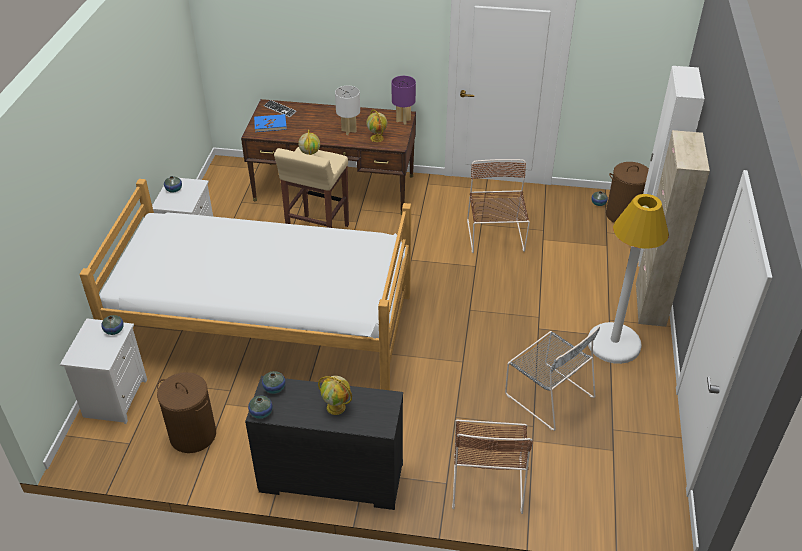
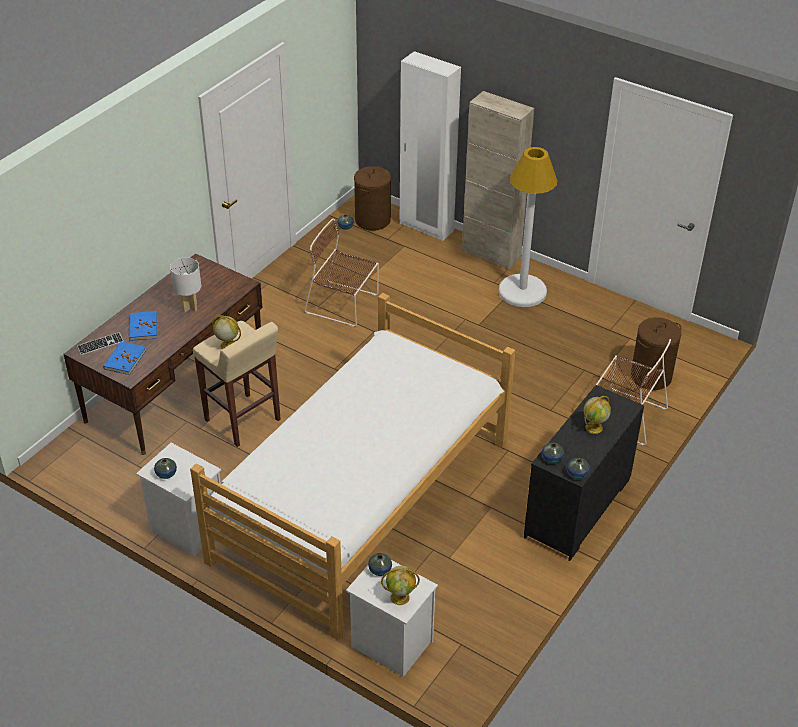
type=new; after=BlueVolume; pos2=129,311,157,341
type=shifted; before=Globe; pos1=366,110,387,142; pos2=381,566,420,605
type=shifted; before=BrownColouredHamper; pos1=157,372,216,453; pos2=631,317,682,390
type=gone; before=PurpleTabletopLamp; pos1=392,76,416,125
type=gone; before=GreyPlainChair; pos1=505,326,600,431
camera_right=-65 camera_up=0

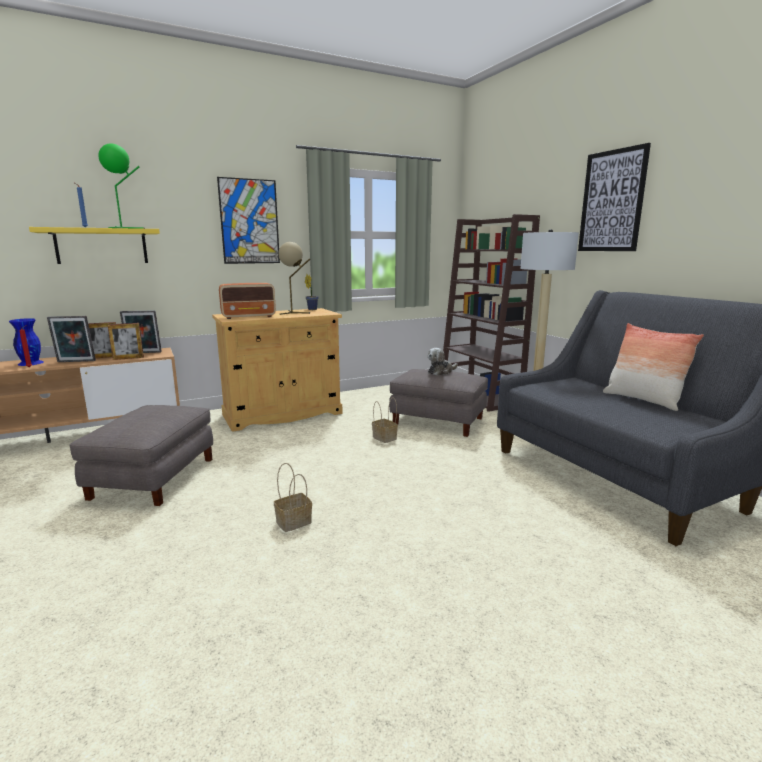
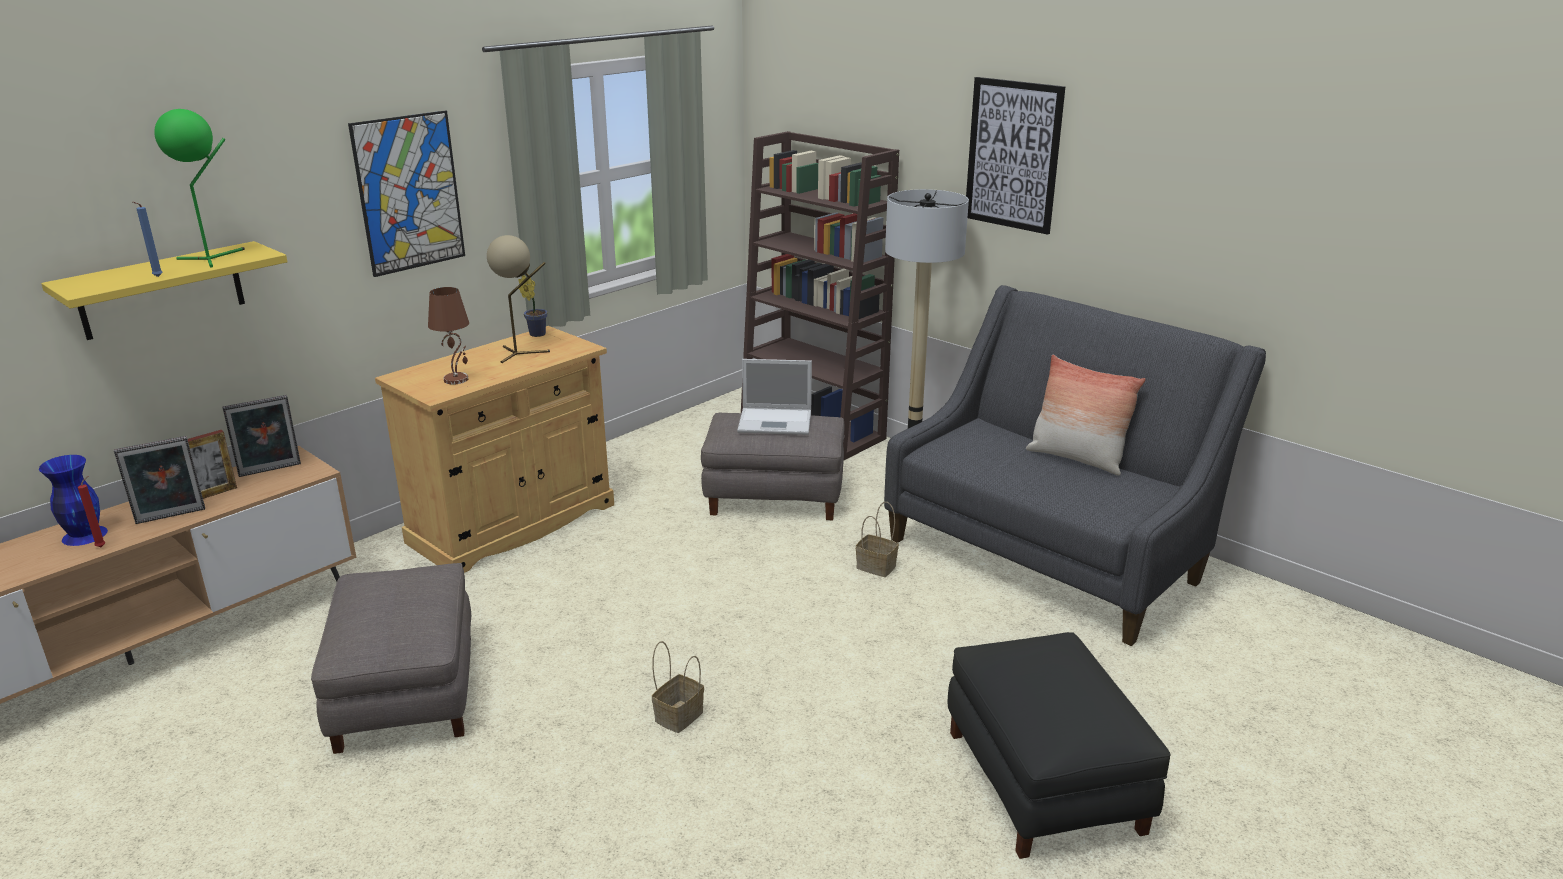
type=swapped; before=RadioSet; after=BrownColouredTabletopLamp; pos1=219,283,276,319; pos2=428,287,469,385
type=swapped; before=CuddlyToy; after=Laptop; pos1=428,348,458,375; pos2=737,359,812,435
type=shifted; before=StorageBasket; pos1=372,397,398,443; pos2=856,502,899,577
type=new; after=BlackFootrest; pos2=948,632,1171,859
type=gone; before=PhotoFrame; pos1=108,323,144,360
camera_right=-20 camera_up=10

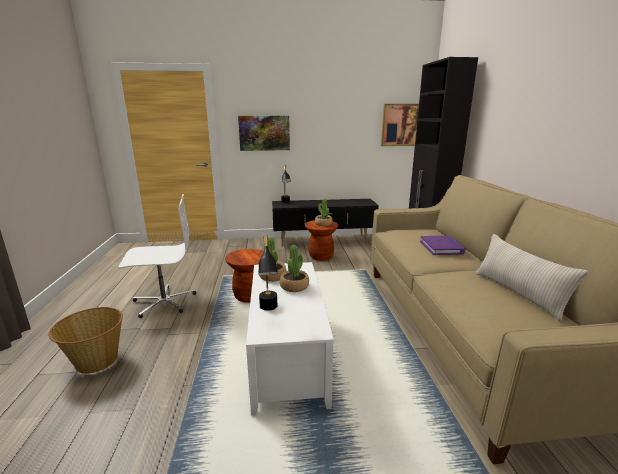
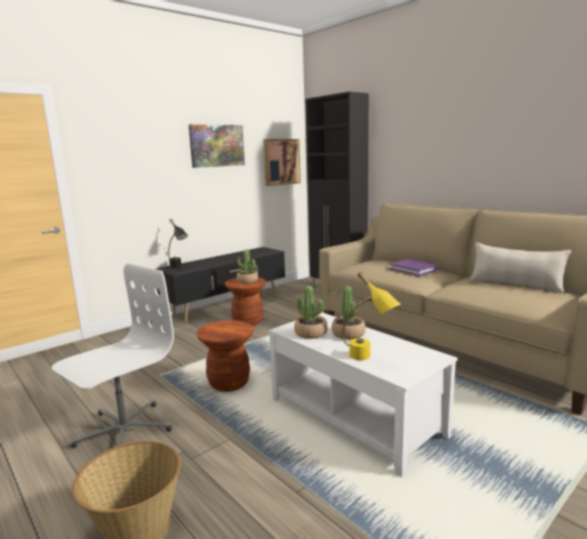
type=shifted; before=WallArt; pos1=238,116,290,151; pos2=189,124,245,168
type=repainted; before=BlackTabletopLamp; after=YellowishTabletopLamp; pos1=258,235,278,311; pos2=342,272,401,360
camera_right=-35 camera_up=-5

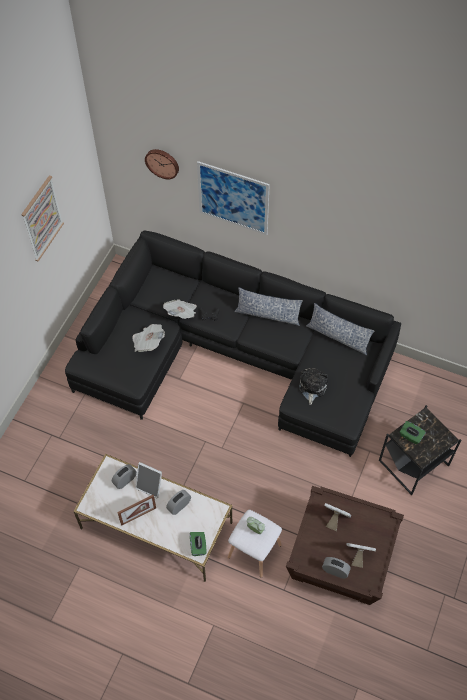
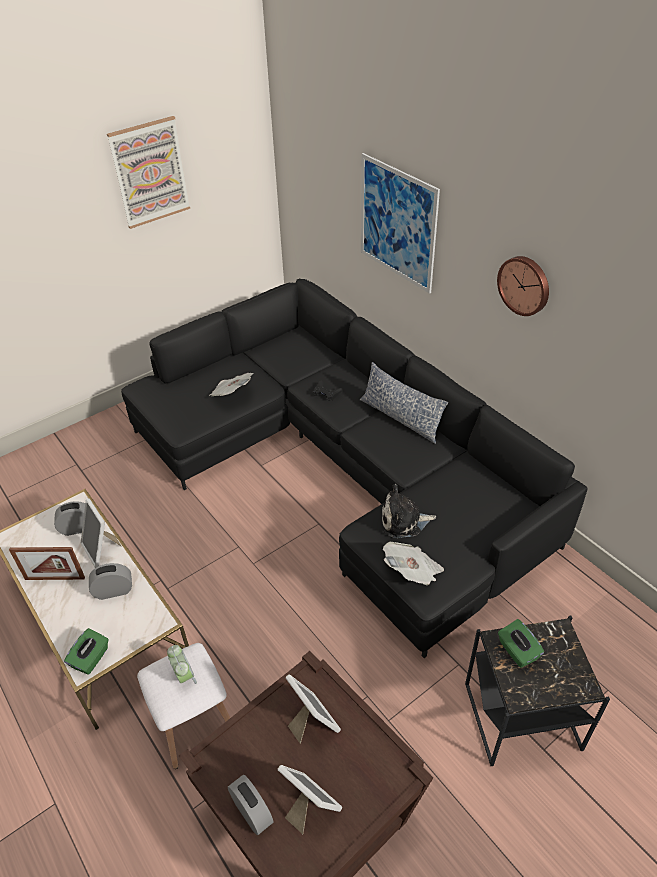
type=rotated; before=CuddlyToy; pos1=299,368,328,405; pos2=382,484,436,538; turn=-135
type=shifted; before=DailyPaper; pos1=163,299,197,319; pos2=383,542,444,585
type=shifted; before=ClockOnTheWall; pos1=145,149,179,179; pos2=497,256,549,316
type=gone; before=ThrowPillow; pos1=306,303,374,355
camera_right=30 camera_up=-15

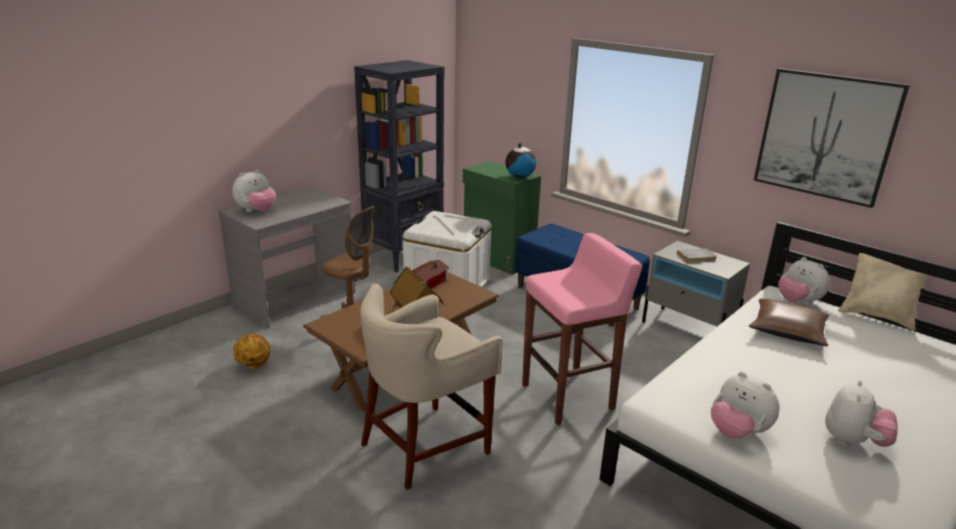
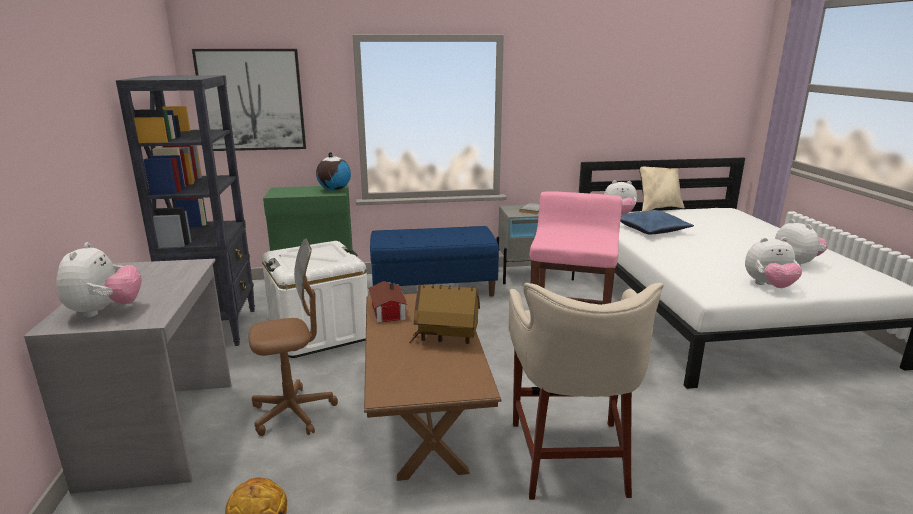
type=shifted; before=WallArt; pos1=754,68,910,208; pos2=192,49,306,151
type=repainted; before=BrownColouredThrowPillow; after=BlueThrowPillow; pos1=749,299,829,346; pos2=620,210,694,234
camera_right=-50 camera_up=-5

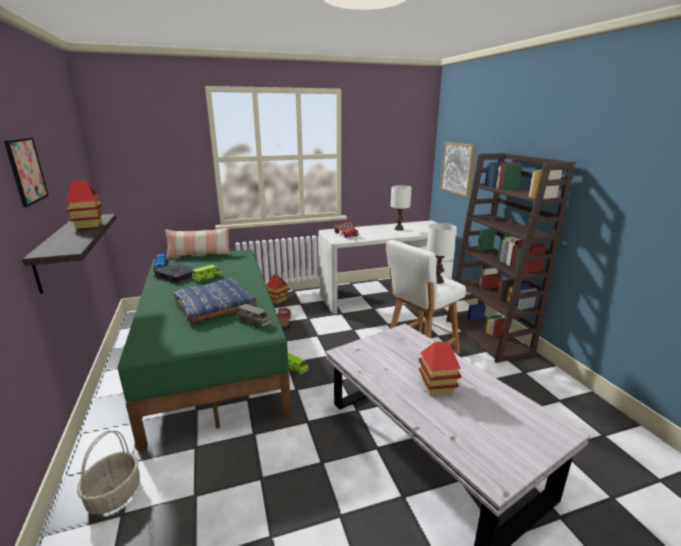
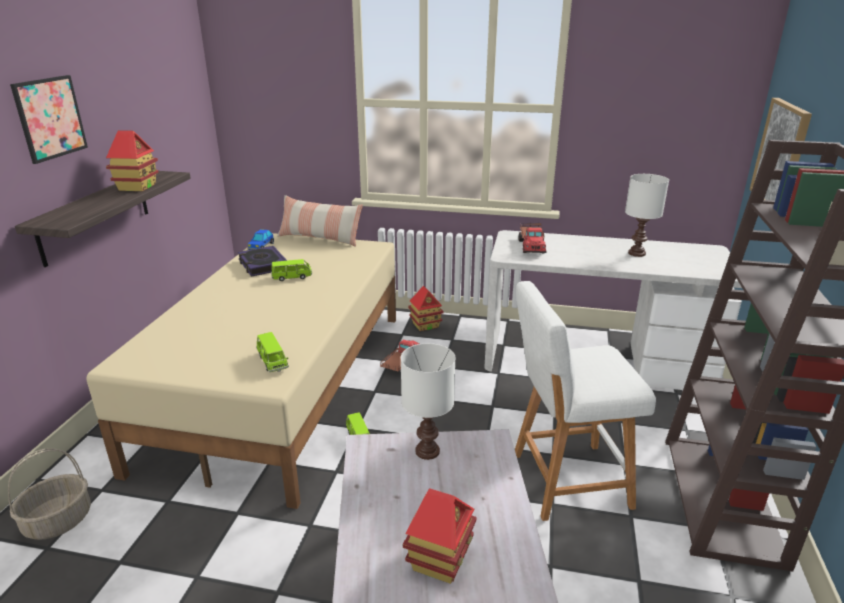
type=repainted; before=GreenBedroomBed; after=SandColouredBedroomBed; pos1=118,250,291,451; pos2=86,233,396,509
type=repainted; before=GreyToyCar; after=GreenToyCar; pos1=237,304,272,328; pos2=256,332,289,372
type=shifted; before=WhiteColouredTabletopLamp; pos1=427,223,457,284; pos2=401,343,456,460
type=gone; before=BlueThrowPillow; pos1=173,278,257,322
camera_right=30 camera_up=5

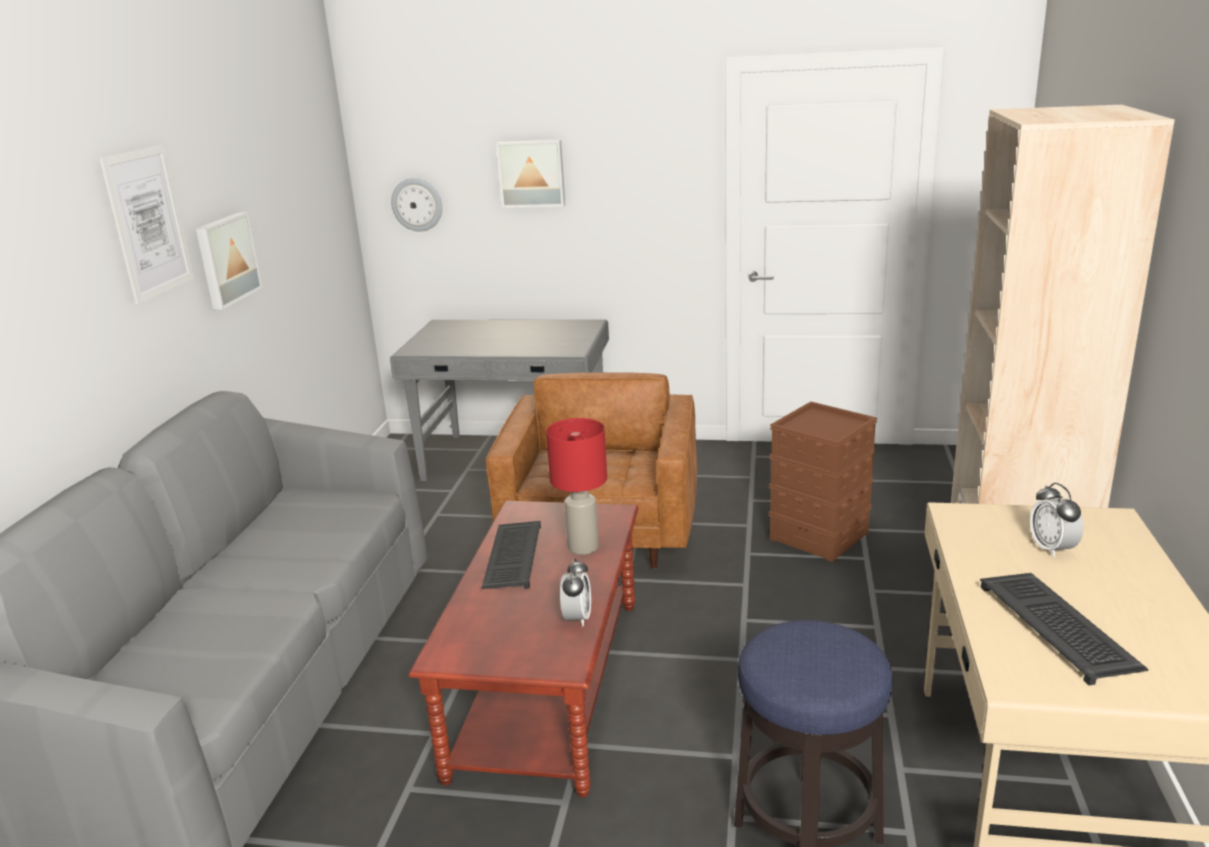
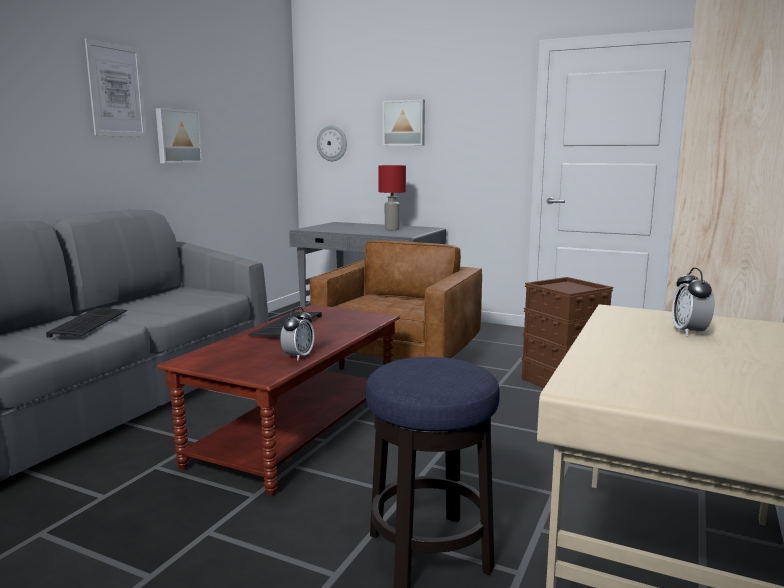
type=shifted; before=ComputerKeyboard; pos1=980,573,1149,685; pos2=46,308,127,338
type=shifted; before=ReddishTabletopLamp; pos1=546,418,607,555; pos2=378,165,406,230
camera_right=15 camera_up=-10

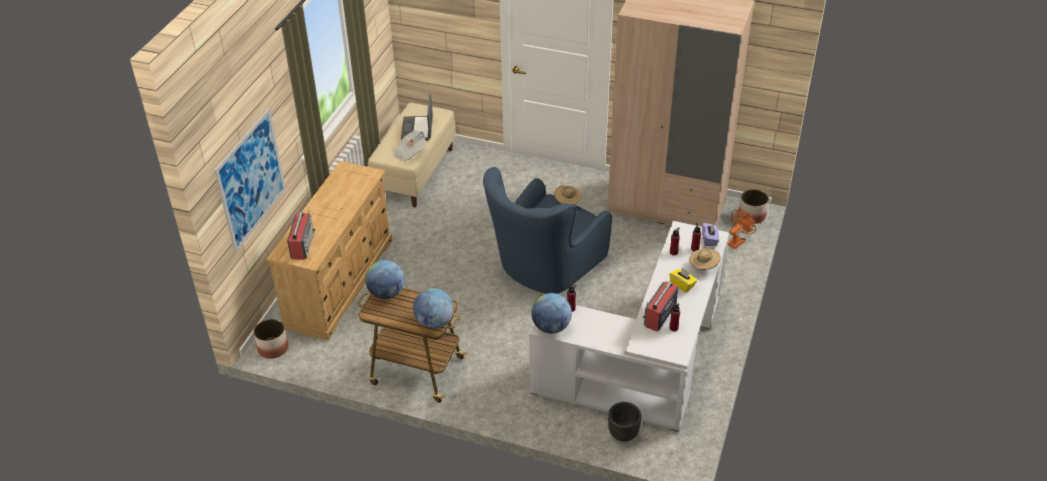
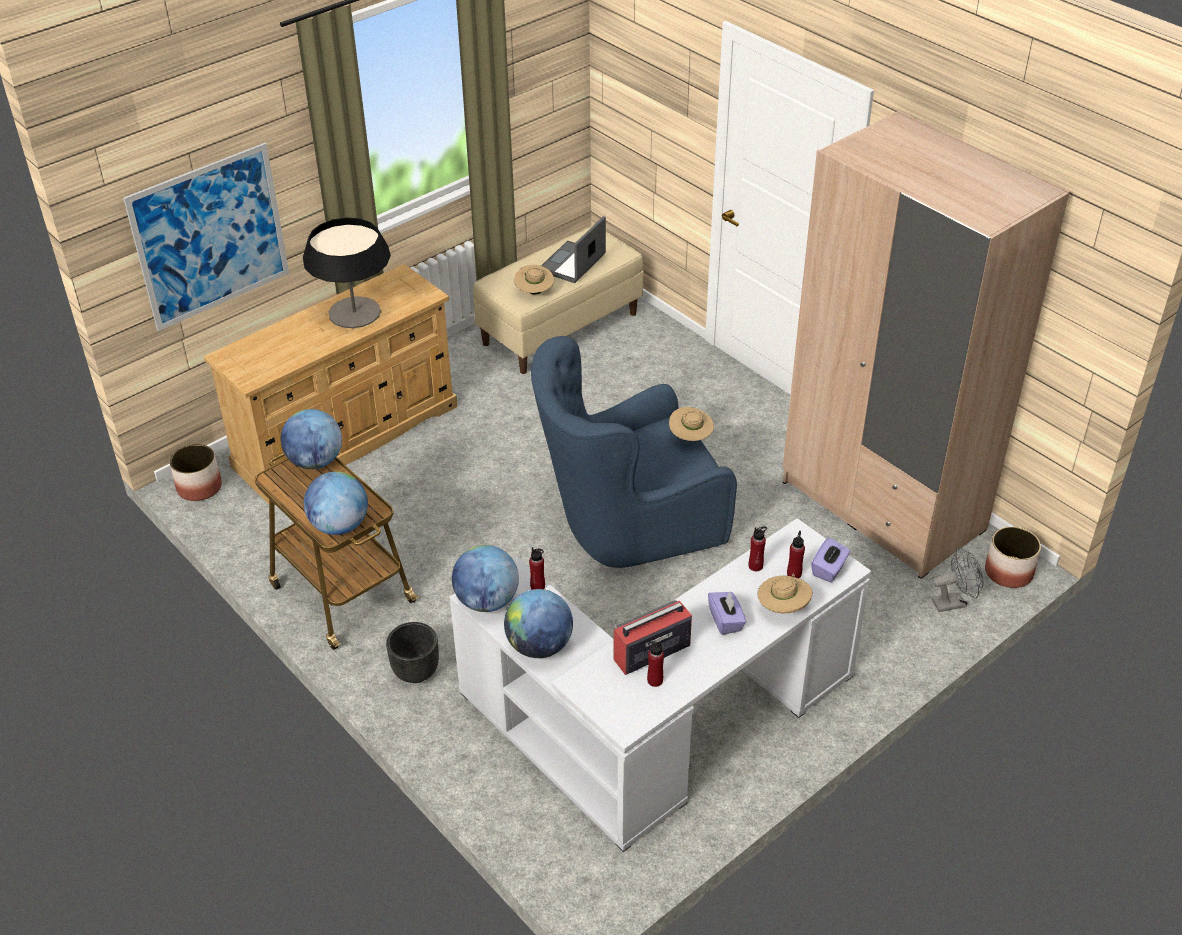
type=new; after=TabletopLamp; pos2=303,217,391,328
type=shifted; before=BlackPlantPot; pos1=608,402,642,442; pos2=386,622,439,683
type=new; after=Globe; pos2=504,589,573,658
type=swapped; before=DailyPaper; after=SandColouredWearableHat; pos1=392,130,426,162; pos2=514,265,554,295
type=repainted; before=YellowishTissueBox; after=PurpleTissueBox; pos1=669,268,697,293; pos2=708,592,746,635
type=repainted; before=OrangeColouredFan; after=GreyFan; pos1=727,209,756,249; pos2=932,547,984,612
type=gone; before=RadioSet; pos1=287,210,315,260
camera_right=30 camera_up=0

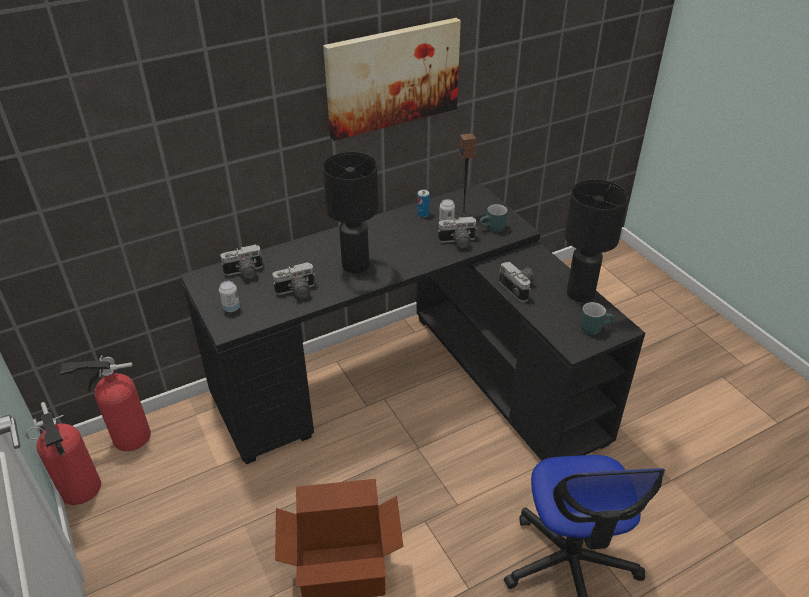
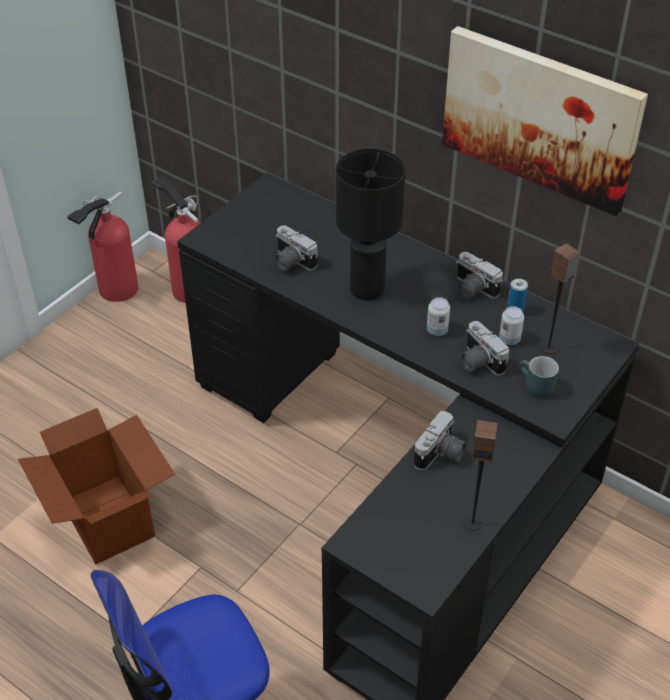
type=shifted; before=Can; pos1=219,281,240,312; pos2=427,297,450,336
type=shifted; before=StillCamera; pos1=220,244,263,279; pos2=456,252,503,299
type=swapped; before=BlackTabletopLamp; after=Loudspeaker; pos1=564,179,628,302; pos2=463,420,498,531
type=gone; before=TurquoiseColouredMug; pos1=580,302,614,335
camera_right=65 camera_up=5

